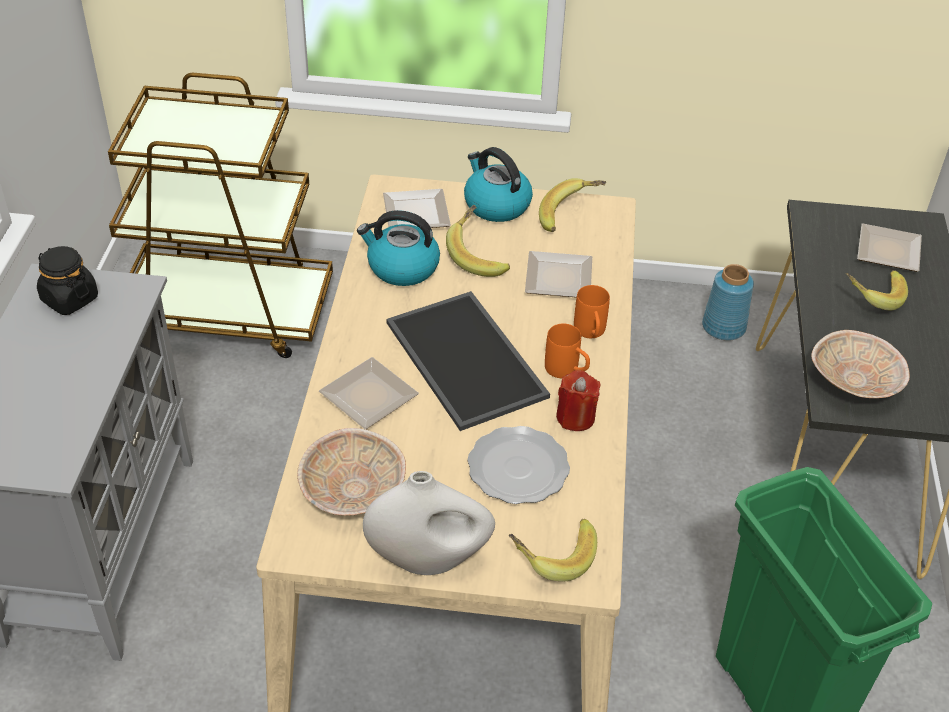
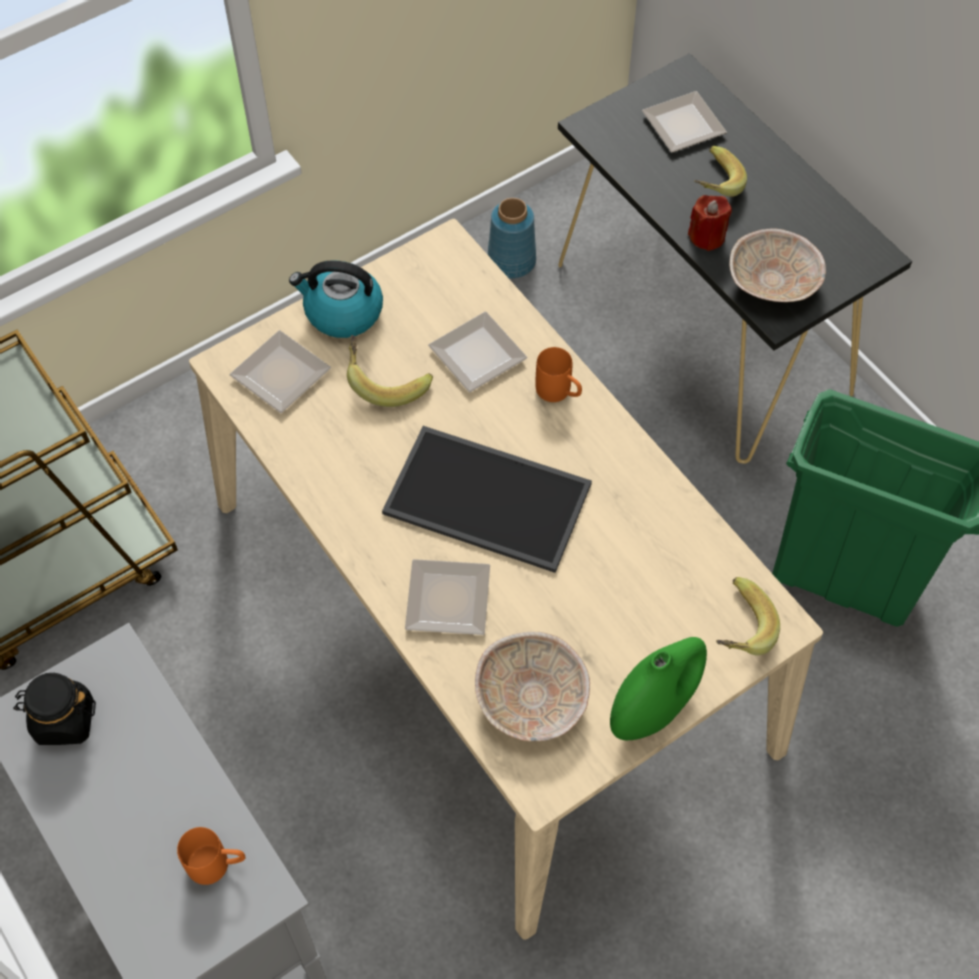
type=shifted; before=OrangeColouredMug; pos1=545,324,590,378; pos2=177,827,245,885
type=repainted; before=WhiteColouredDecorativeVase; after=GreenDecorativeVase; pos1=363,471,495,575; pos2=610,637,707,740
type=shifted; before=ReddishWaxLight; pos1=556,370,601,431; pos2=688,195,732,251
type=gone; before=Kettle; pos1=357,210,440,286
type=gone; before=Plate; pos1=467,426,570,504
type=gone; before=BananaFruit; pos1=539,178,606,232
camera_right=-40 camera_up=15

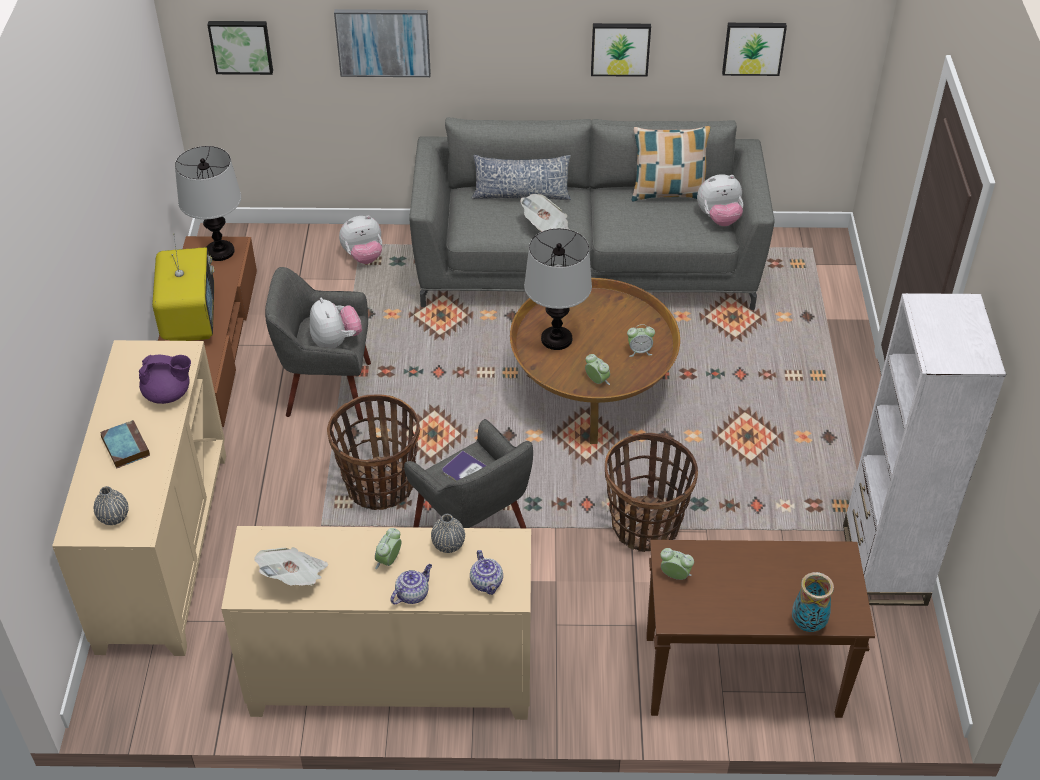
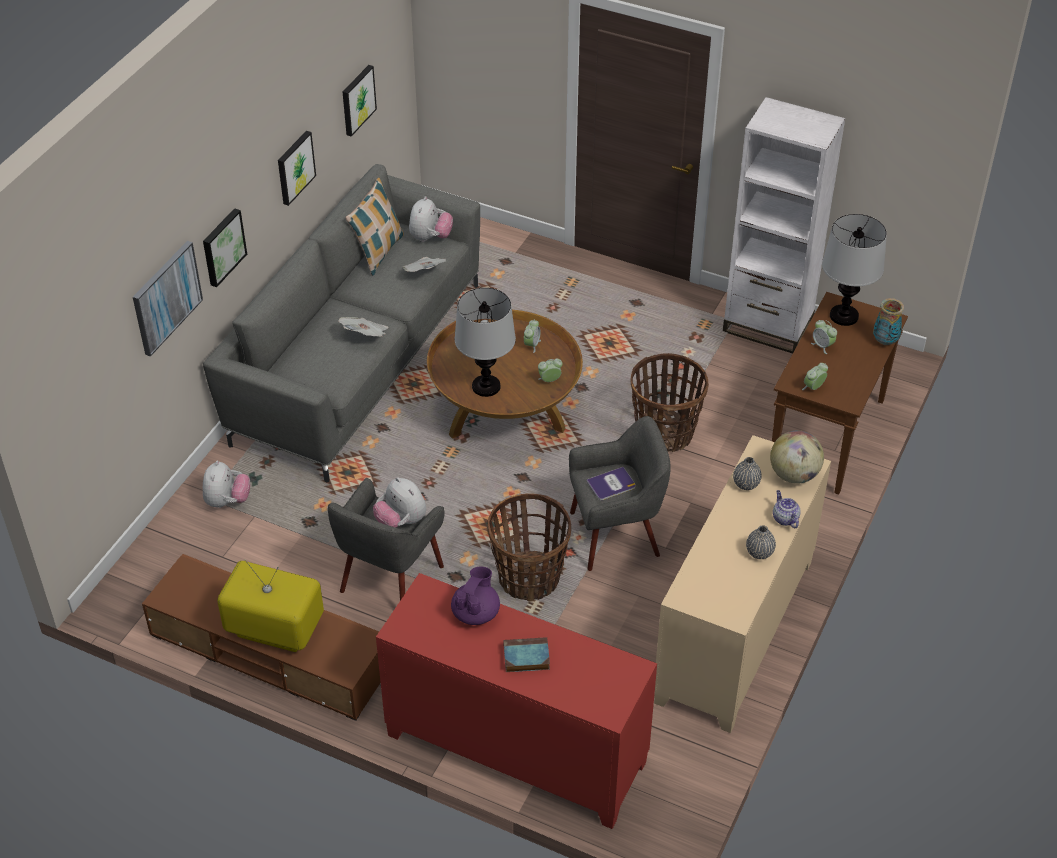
type=shifted; before=WallArt; pos1=207,21,273,75; pos2=203,208,247,287
type=rotated; before=CuddlyToy; pos1=310,298,362,348; pos2=373,477,426,528; turn=-135
type=repainted; before=SandColouredCabinet; after=ReddishCabinet; pos1=52,340,226,656; pos2=376,573,657,829
type=shifted; before=DailyPaper; pos1=254,547,328,586; pos2=402,257,446,272
type=shifted; before=GreyDecorativeVase; pos1=94,486,129,525; pos2=746,525,776,559
type=swapped; before=TeaPot; after=Globe; pos1=470,550,503,595; pos2=770,430,824,484
type=shifted; before=AlarmClock; pos1=375,528,402,569; pos2=811,320,837,354
type=shifted; before=TabletopLamp; pos1=175,146,241,261; pos2=822,214,887,326
type=gone; before=ThrowPillow; pos1=471,155,571,200
camera_right=-65 camera_up=0

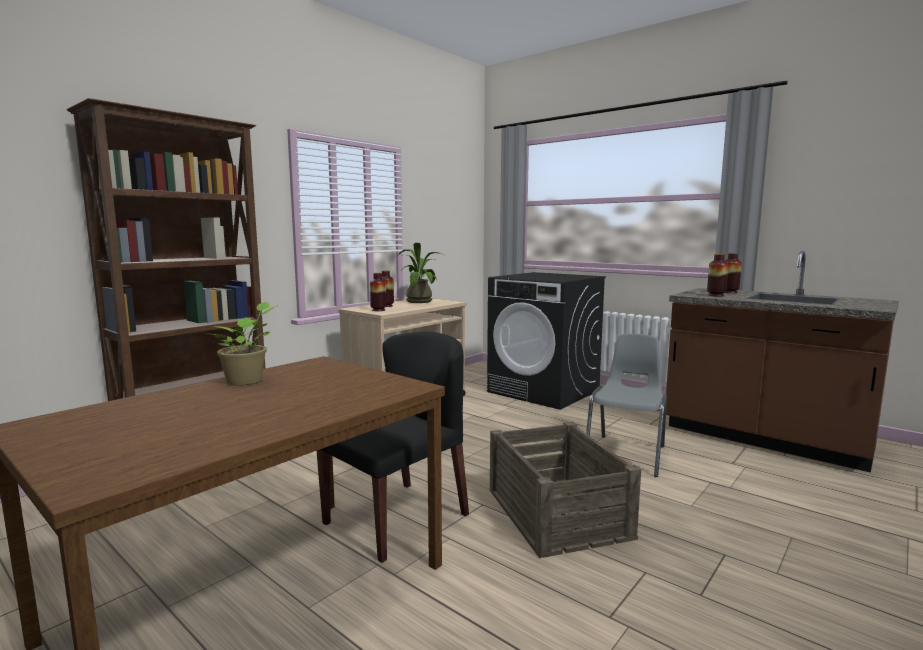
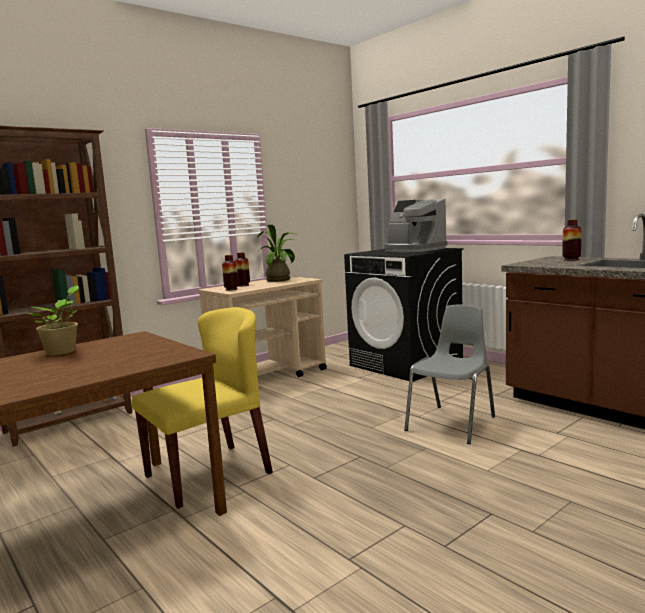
type=repainted; before=BlackPlainChair; after=YellowishPlainChair; pos1=317,331,469,563; pos2=132,307,273,509
type=new; after=CoffeeMaker; pos2=384,199,447,252
type=gone; before=ShippingCrate; pos1=490,422,641,558
type=gone; before=DecorativeVase; pos1=707,254,728,297
camera_right=10 camera_up=0

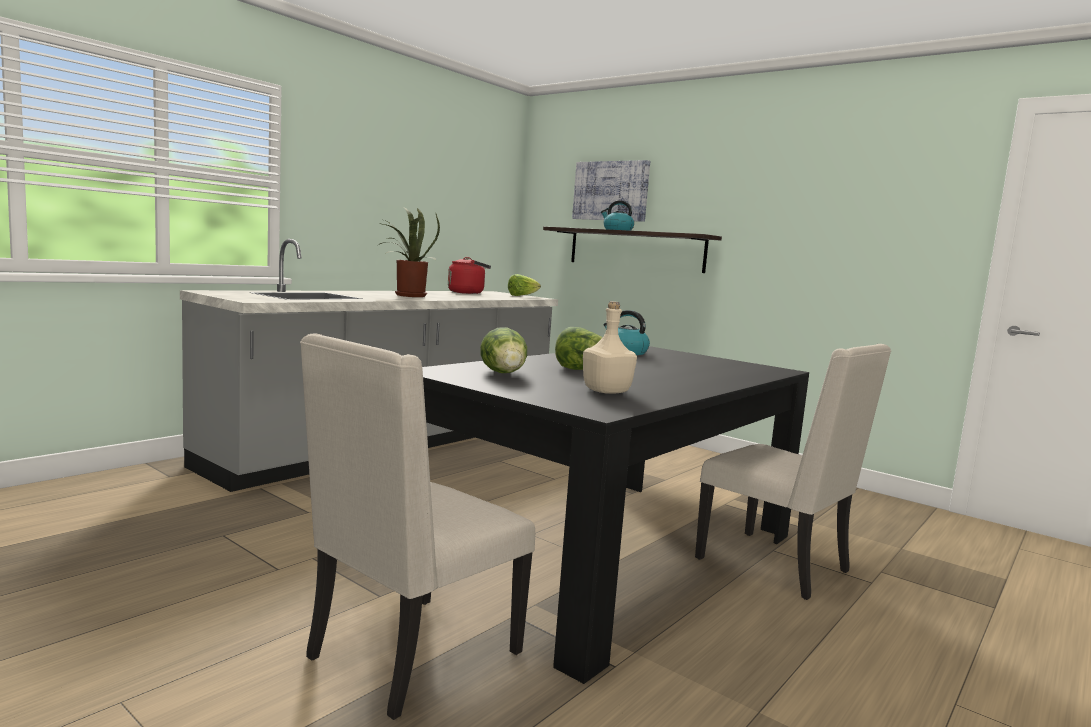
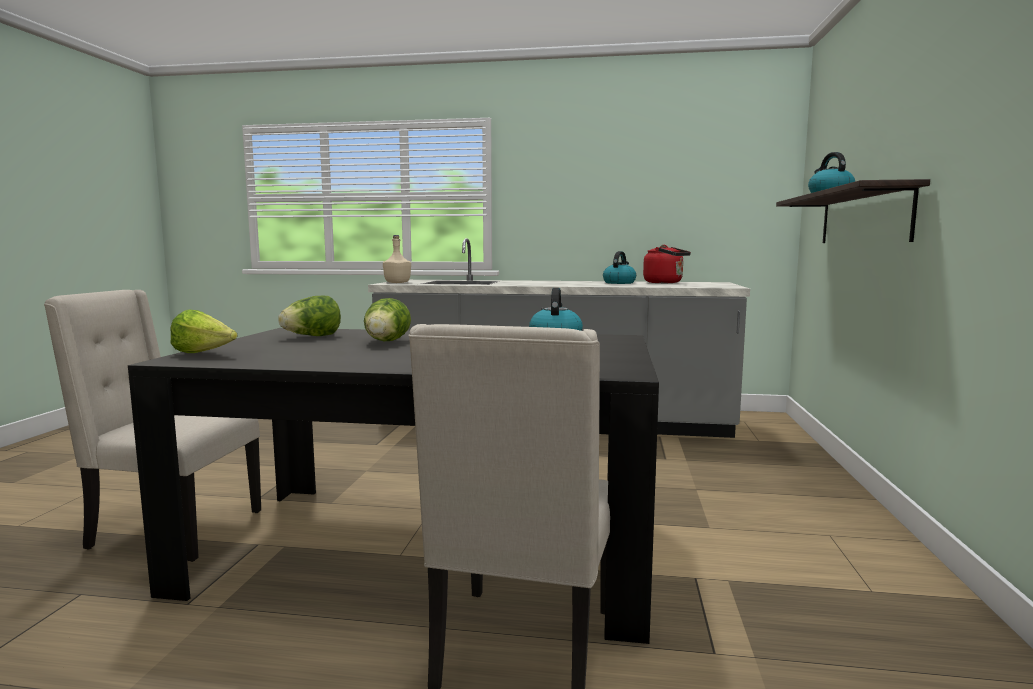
type=shifted; before=HeadOfLettuce; pos1=508,274,541,296; pos2=170,309,237,353
type=shifted; before=SandColouredBeverageBottle; pos1=583,301,637,394; pos2=383,235,411,283
type=new; after=Kettle; pos2=603,251,636,284
type=gone; before=PlantInAPot; pos1=378,208,440,297
type=gone; before=WallArt; pos1=572,160,650,222
camera_right=60 camera_up=0

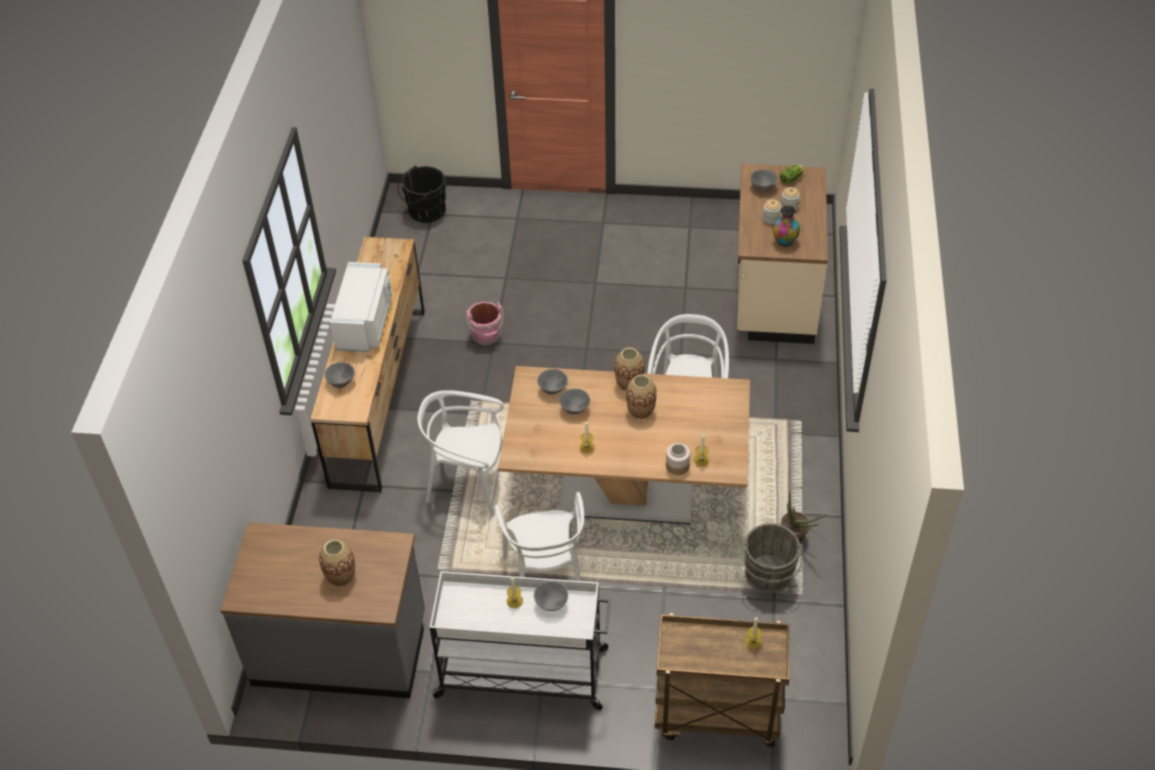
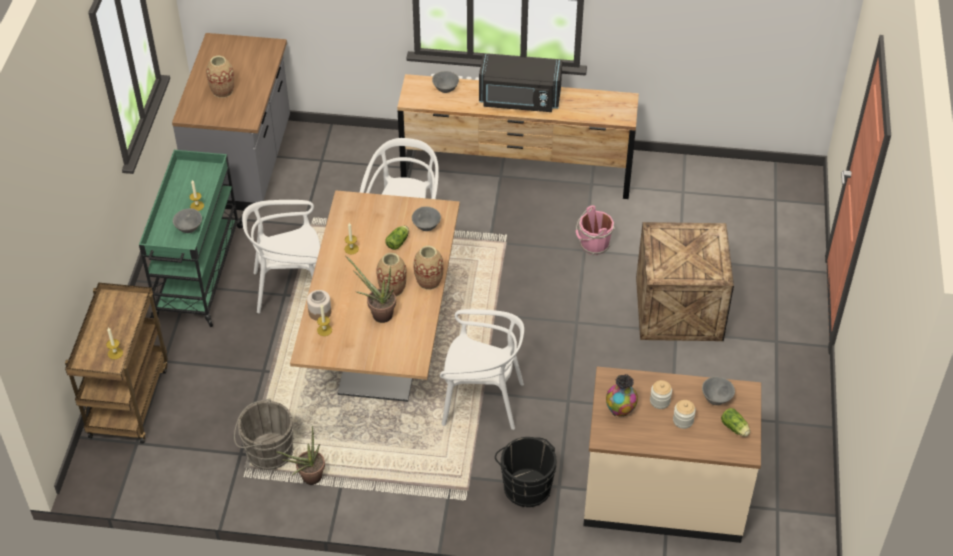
type=repainted; before=WhiteColouredCart; after=GreenCart; pos1=429,571,611,710; pos2=139,150,243,327
type=new; after=PlantInAPot; pos2=345,256,396,323
type=swapped; before=GreyBowl; after=HeadOfLettuce; pos1=559,388,590,414; pos2=385,226,409,250
type=repainted; before=WhiteColouredKitchenMicrowave; after=BlackKitchenMicrowave; pos1=330,262,392,352; pos2=479,54,562,112
type=shifted; before=BlackPail; pos1=397,166,446,223; pos2=495,437,557,507
type=new; after=ShippingCrate; pos2=636,222,734,341
camera_right=90 camera_up=0

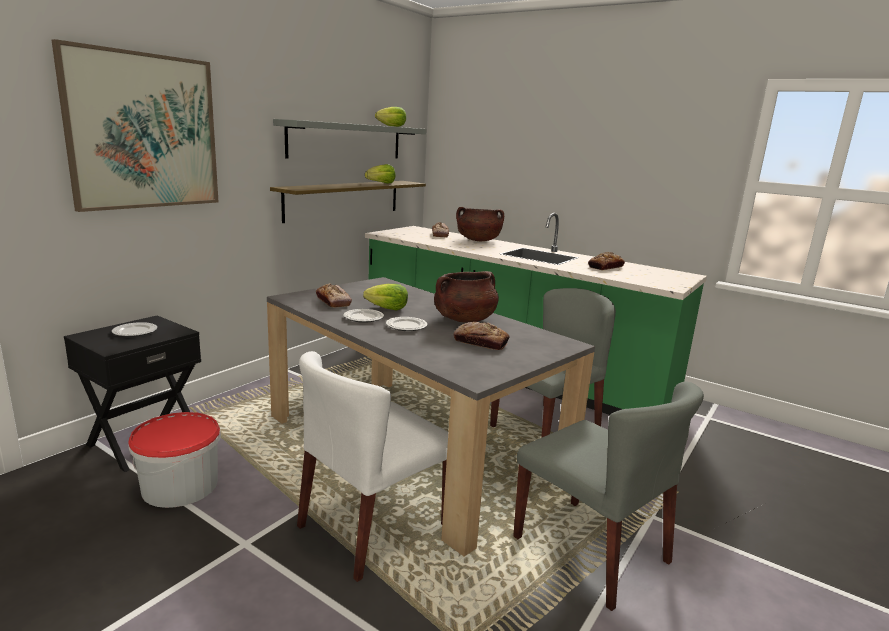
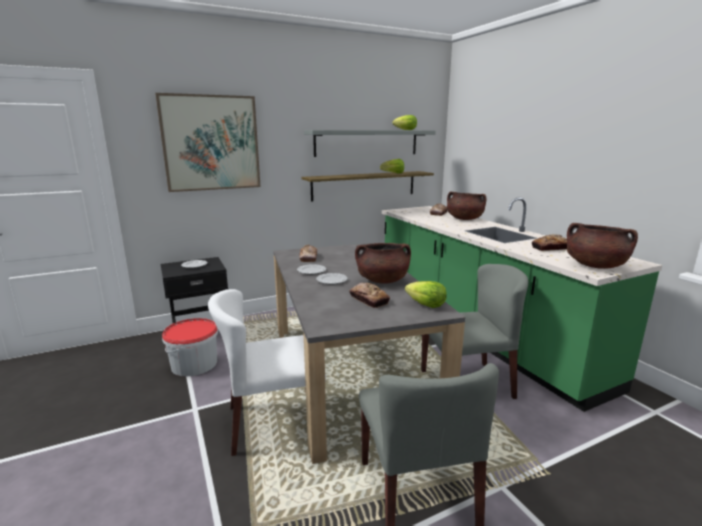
type=shifted; before=HeadOfLettuce; pos1=363,284,408,311; pos2=405,281,447,308
type=new; after=BrownColouredSaucepot; pos2=567,223,638,269
camera_right=30 camera_up=0

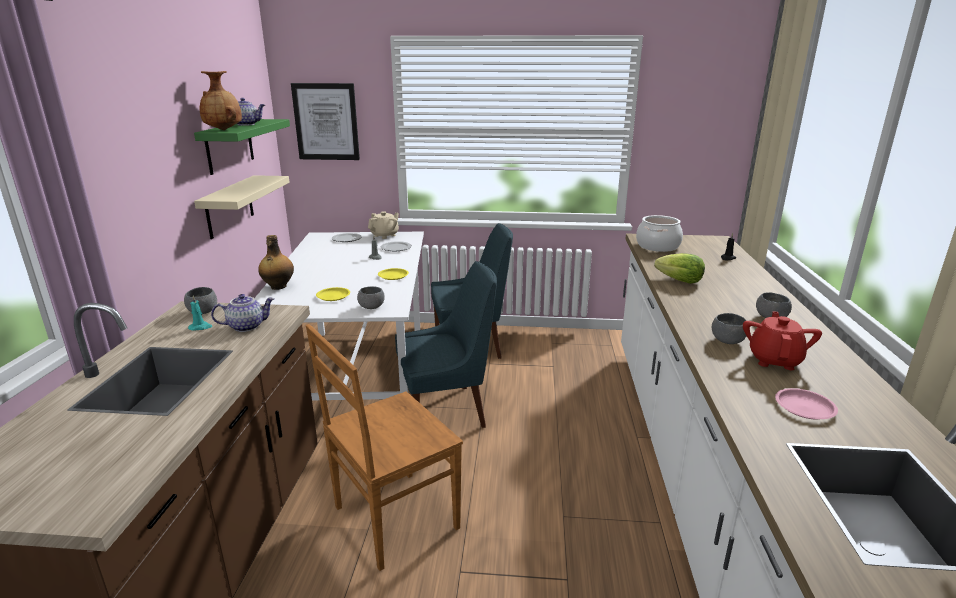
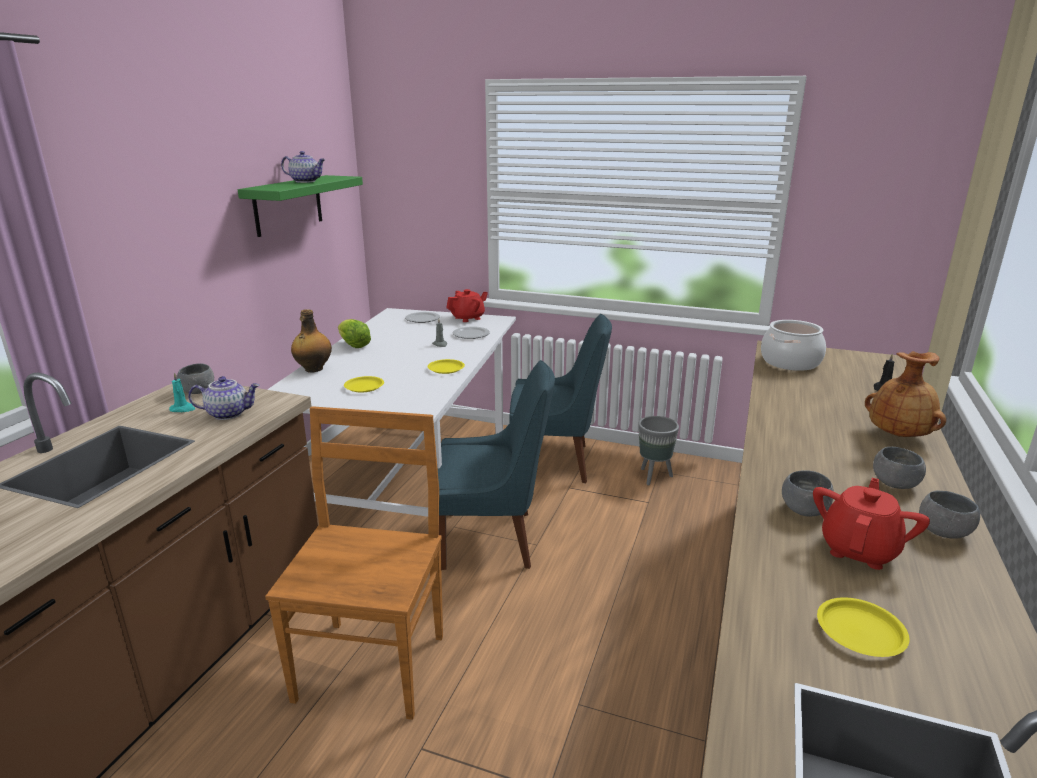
type=rotated; before=BrownColouredPlainChair; pos1=306,324,463,571; pos2=265,406,443,720; turn=120
type=shifted; before=HeadOfLettuce; pos1=654,253,705,284; pos2=338,319,371,348
type=repainted; before=SandColouredTeaPot; after=ReddishTeaPot; pos1=368,211,399,239; pos2=446,289,488,322
type=new; after=GreyPlantPot; pos2=638,416,679,485
type=repainted; before=PinkPlate; after=YellowishPlate; pos1=775,388,838,420; pos2=817,597,910,657
type=shifted; before=BrownColouredDecorativeVase; pos1=200,71,242,130; pos2=865,351,946,437
type=shifted; before=GreyBowl; pos1=357,286,385,309; pos2=919,490,980,539
type=gone; before=SandColouredWallShelf; pos1=194,175,290,239
type=gone; before=WallArt; pos1=291,83,360,160
camera_right=15 camera_up=0

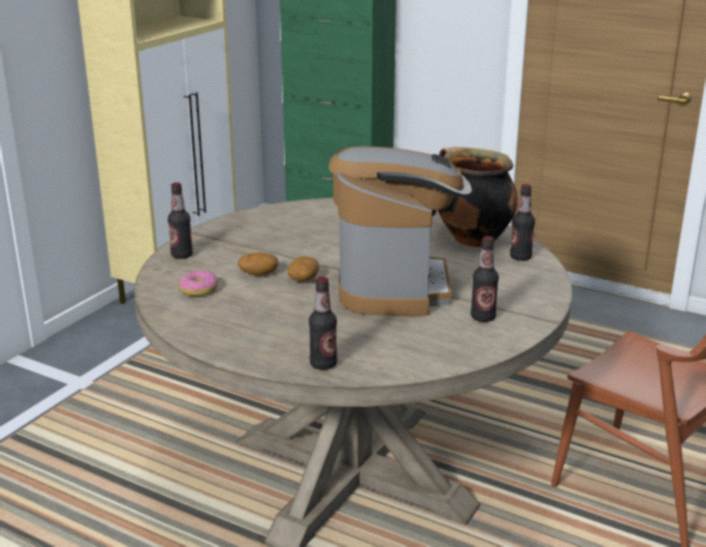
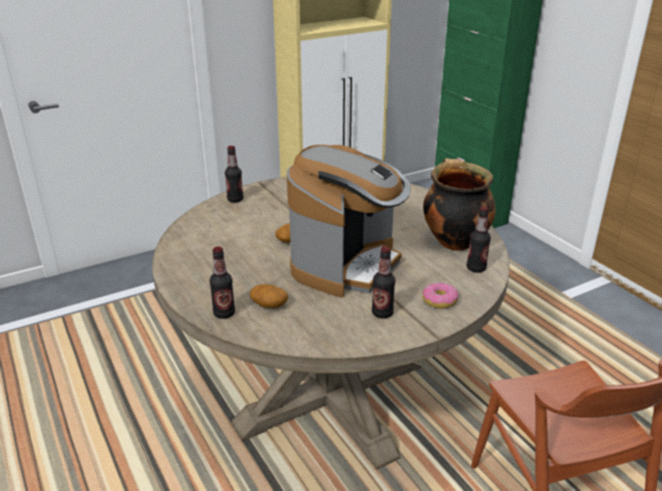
type=shifted; before=WholePotato; pos1=238,253,278,276; pos2=250,284,288,308
type=shifted; before=RingDoughnut; pos1=178,270,218,296; pos2=423,283,458,309
camera_right=30 camera_up=5

